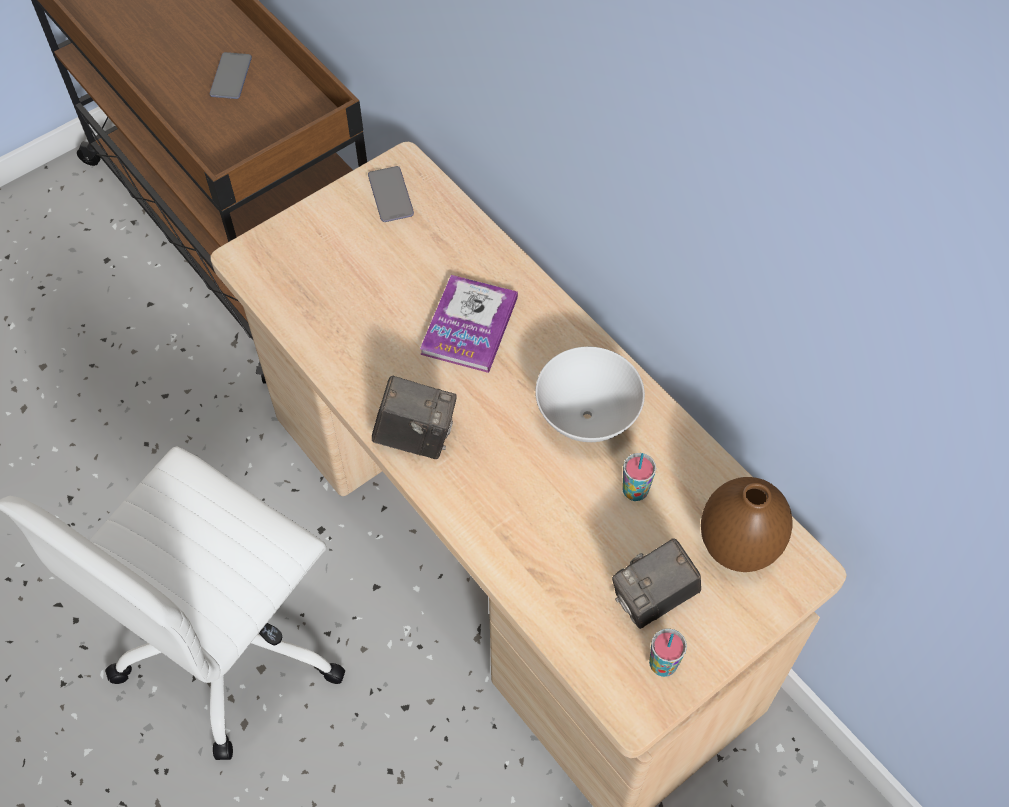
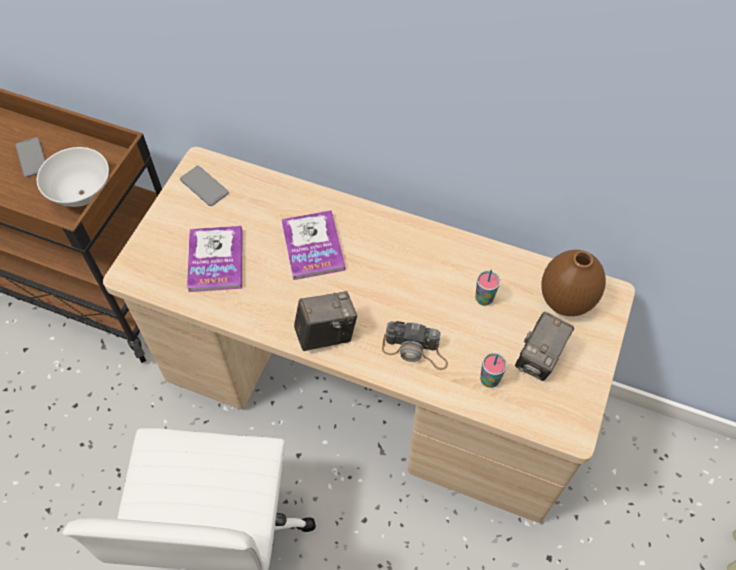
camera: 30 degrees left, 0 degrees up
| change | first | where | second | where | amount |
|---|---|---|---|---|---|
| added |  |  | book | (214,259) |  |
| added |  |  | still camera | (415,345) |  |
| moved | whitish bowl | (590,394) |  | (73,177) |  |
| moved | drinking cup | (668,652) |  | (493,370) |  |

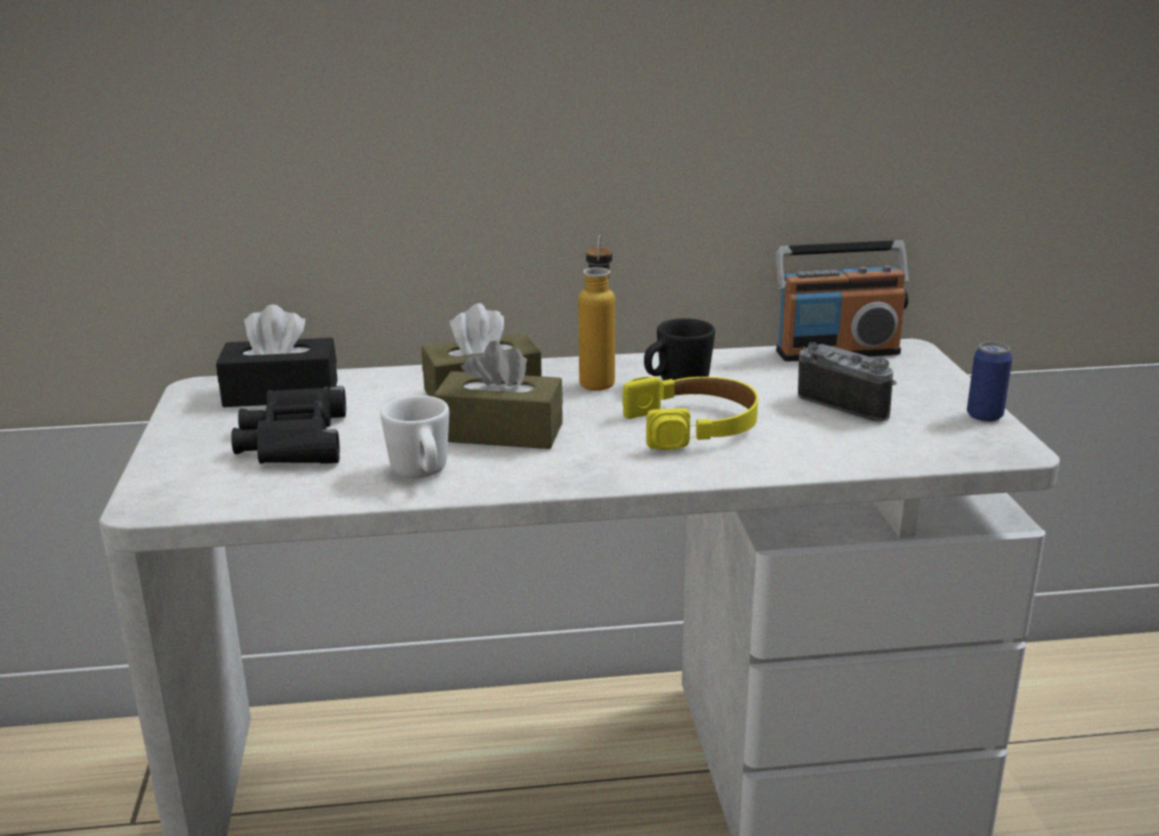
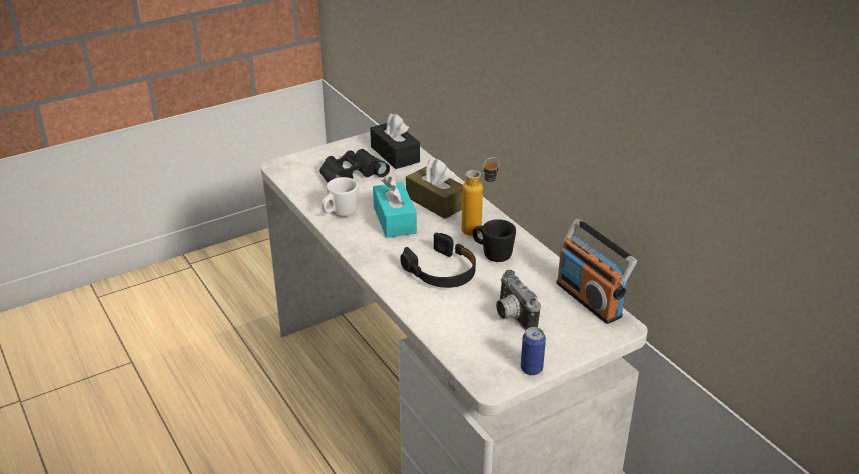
camera: 65 degrees right, 10 degrees up
| change | first | where | second | where | amount |
|---|---|---|---|---|---|
| recoloured | brown-coloured tissue box | (498,394) | turquoise tissue box | (395,207) |  |
| recoloured | yellowish headset | (690,413) | black headset | (438,260) |  |
| turned | still camera | (847,382) |  | (518,300) | 135 degrees clockwise |

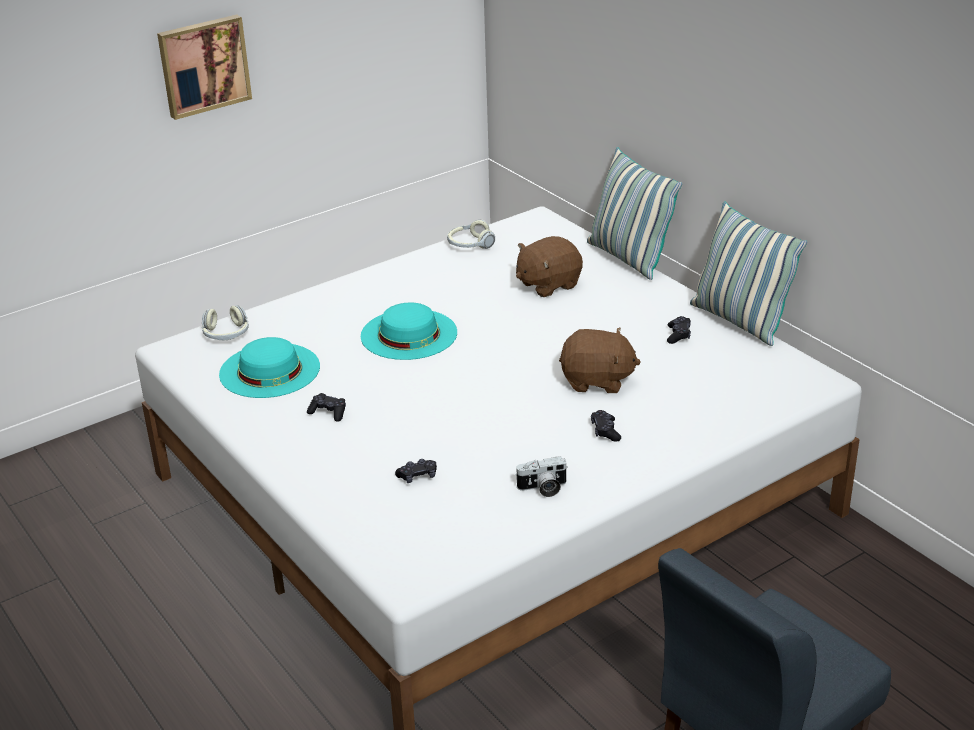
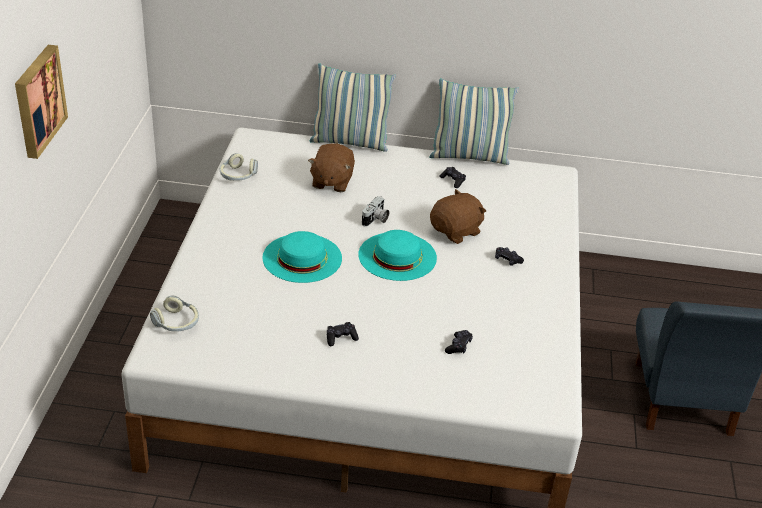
camera: 50 degrees left, 5 degrees up
| change | first | where | second | where | amount |
|---|---|---|---|---|---|
| moved | turquoise wearable hat | (269,367) |  | (397,255) |  |
| moved | still camera | (541,477) |  | (375,211) |  |

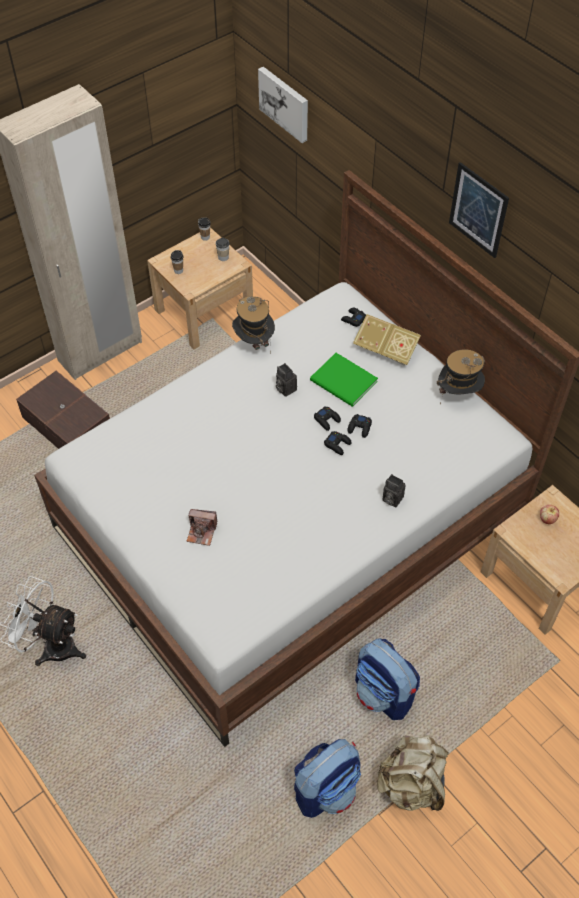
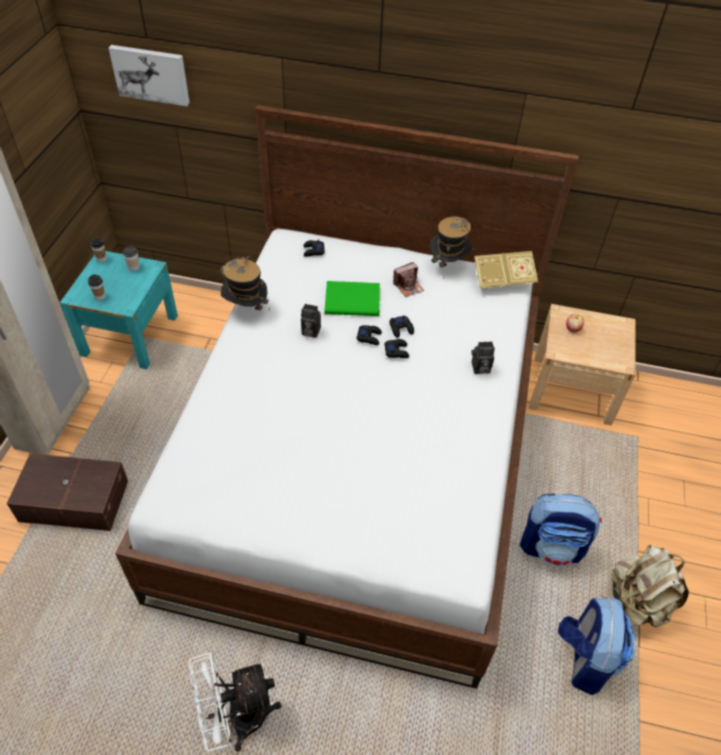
camera: 40 degrees left, 5 degrees down
| change | first | where | second | where | amount |
|---|---|---|---|---|---|
| removed | picture | (479,210) |  |  |  |
| moved | still camera | (202,527) |  | (408,279) |  |
| moved | book | (387,340) |  | (506,271) |  |
| recoloured | beige-coloured bedside table | (200,288) | turquoise bedside table | (119,310) |  |

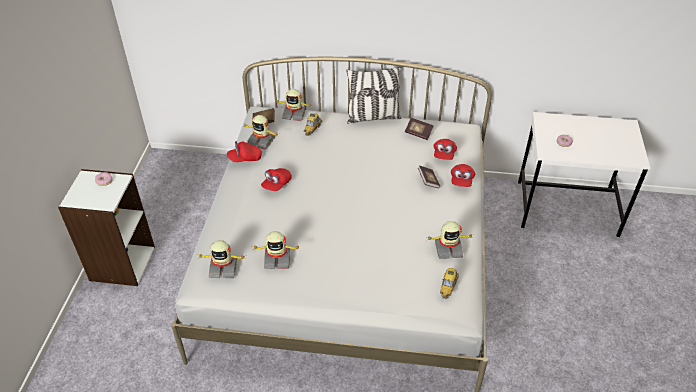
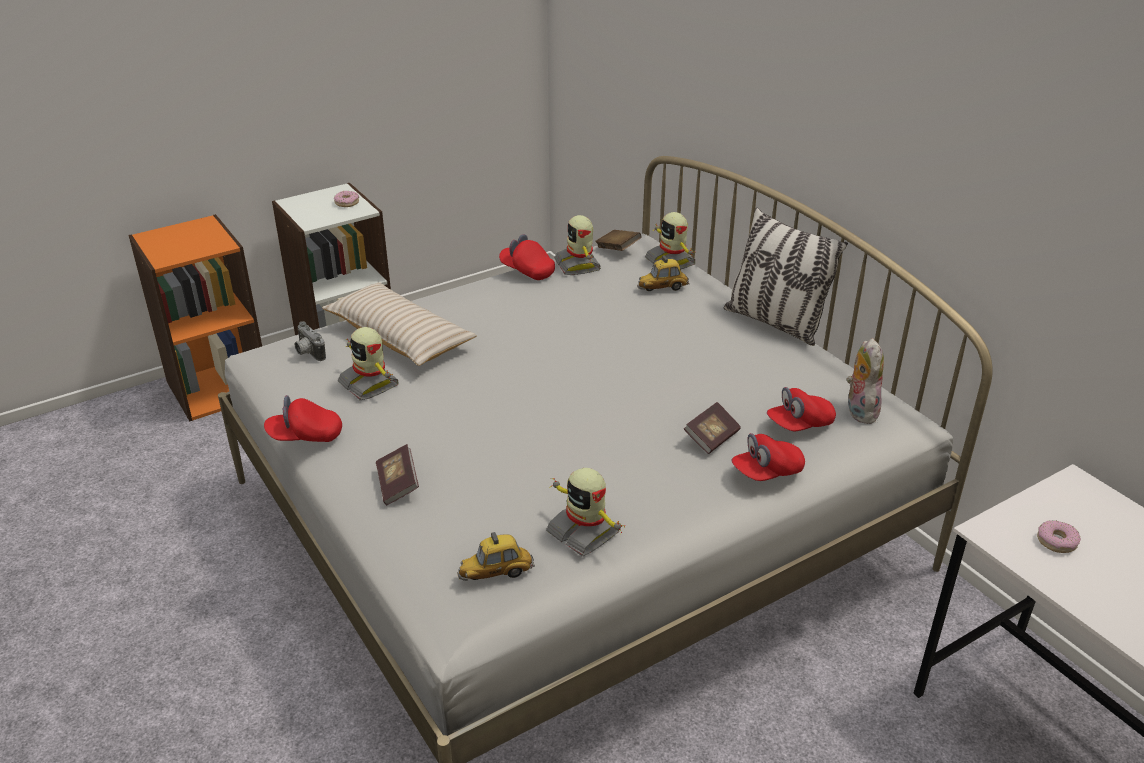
camera: 50 degrees right, 10 degrees down
| change | first | where | second | where | amount |
|---|---|---|---|---|---|
| added |  |  | orangey shelving unit | (195,317) |  |
| added |  |  | beige-coloured pillow | (399,324) |  |
| added |  |  | cuddly toy | (865,381) |  |
| moved | red-coloured cap | (276,179) |  | (303,418) |  |
| moved | book | (419,129) |  | (397,474) |  |
| replaced | robot figure | (221,259) | still camera | (310,341) |  |

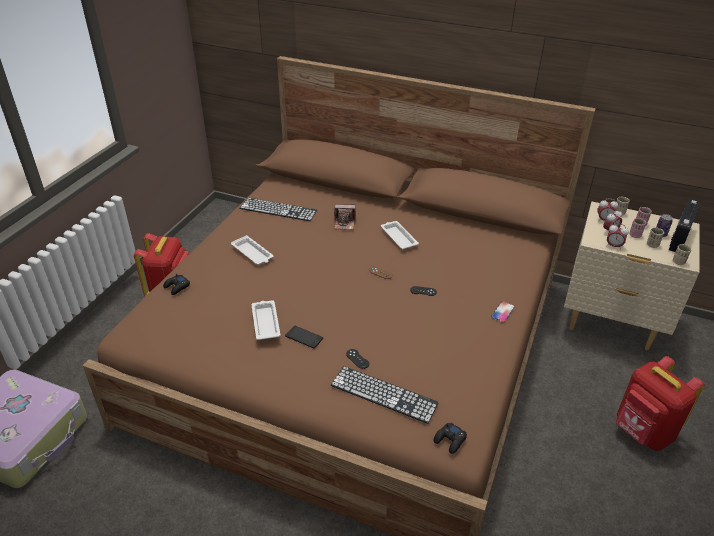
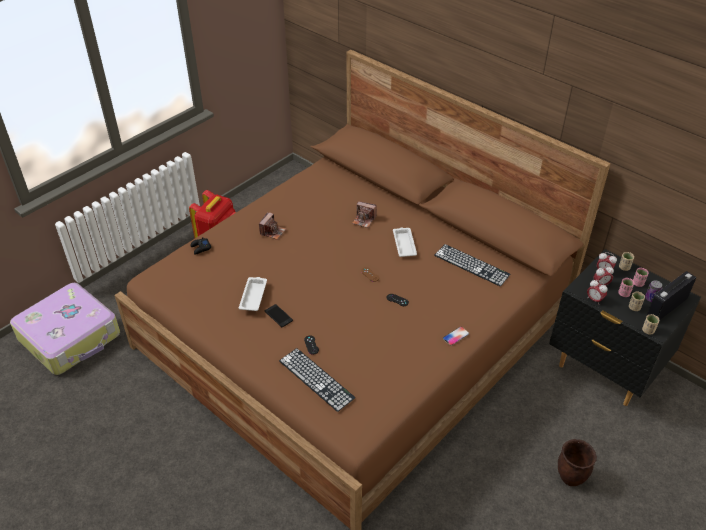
camera: 20 degrees right, 5 degrees up
| change | first | where | second | where | amount |
|---|---|---|---|---|---|
| removed | black joypad | (450,438) |  |  |  |
| moved | PC keyboard | (278,209) |  | (472,265) |  |
| replaced | whitish tray | (252,250) | still camera | (272,226) |  |
| replaced | red-coloured knapsack | (660,403) | brown-coloured plant pot | (577,462) |  |
| recoloured | beige-coloured bedside table | (632,275) | black bedside table | (625,327) |  |

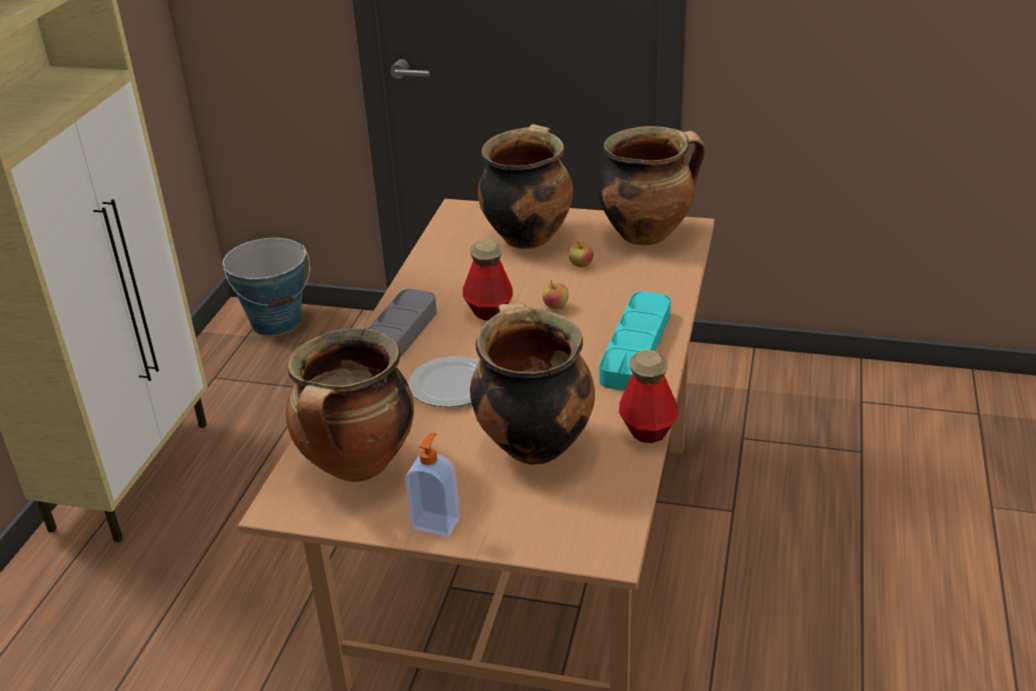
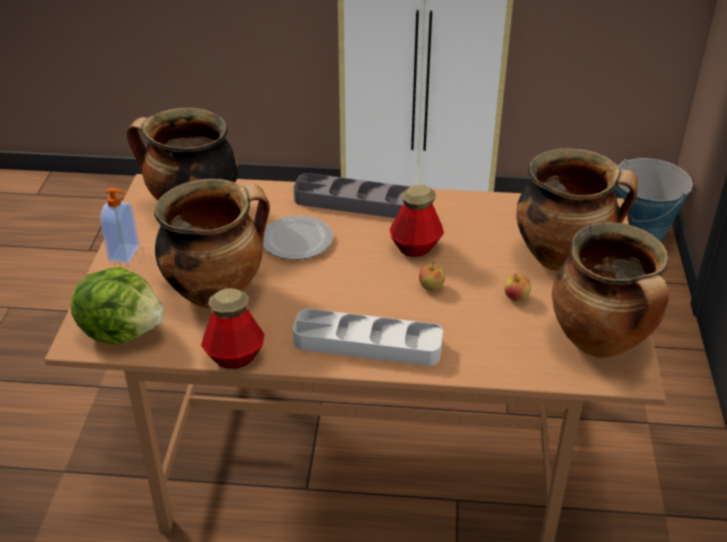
camera: 80 degrees right, 5 degrees up
| change | first | where | second | where | amount |
|---|---|---|---|---|---|
| added |  |  | lettuce | (117,305) |  |
| recoloured | turquoise tray | (635,341) | greyish tray | (368,337) |  |

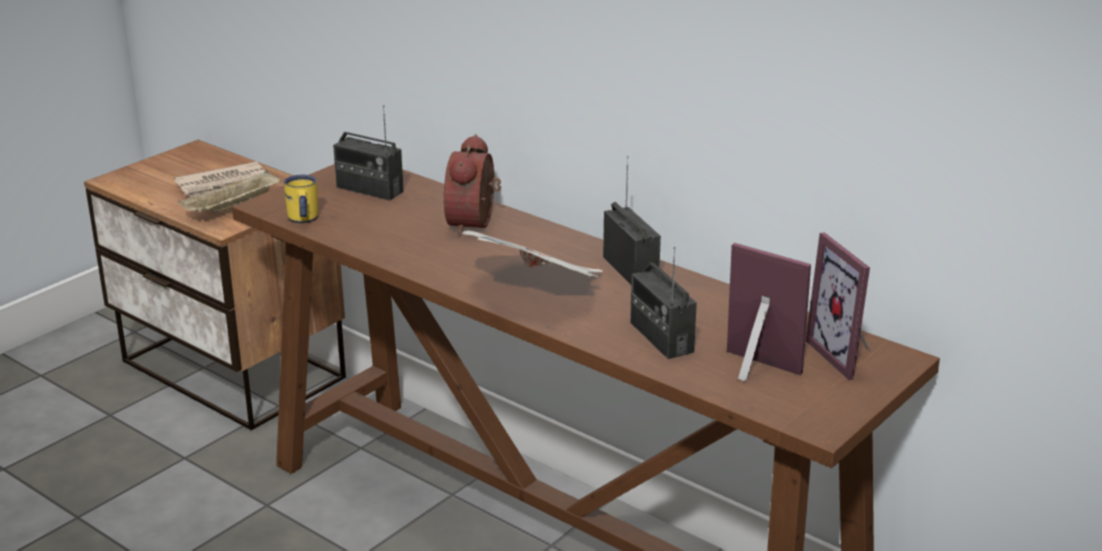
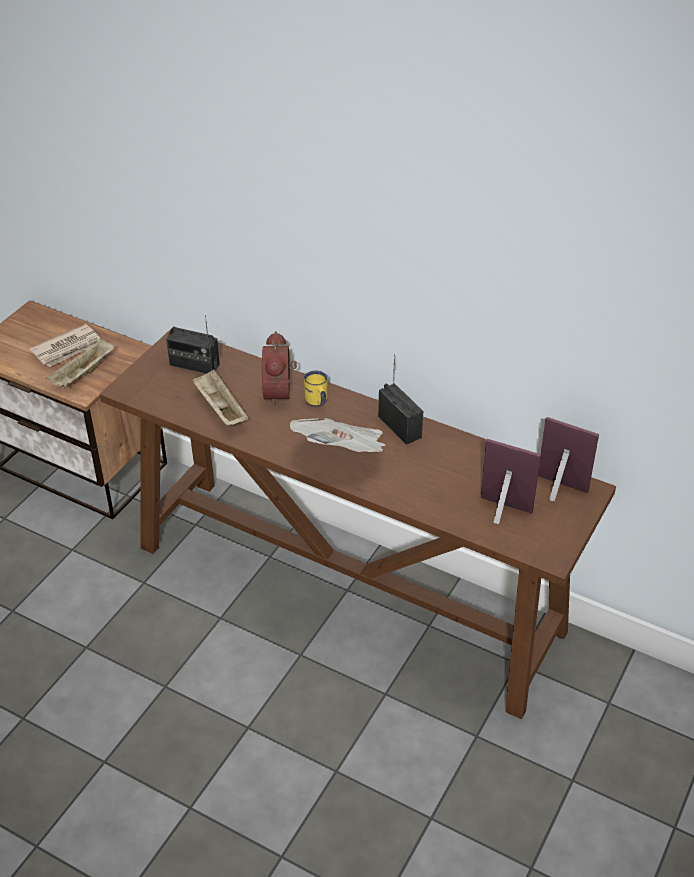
camera: 10 degrees left, 15 degrees up
| change | first | where | second | where | amount |
|---|---|---|---|---|---|
| removed | radio set | (663,303) |  |  |  |
| added |  |  | beige-coloured tray | (220,397) |  |
| moved | yellowish coffee mug | (301,199) |  | (316,389) |  |
| turned | photo frame | (838,306) |  | (568,459) | 150 degrees clockwise |

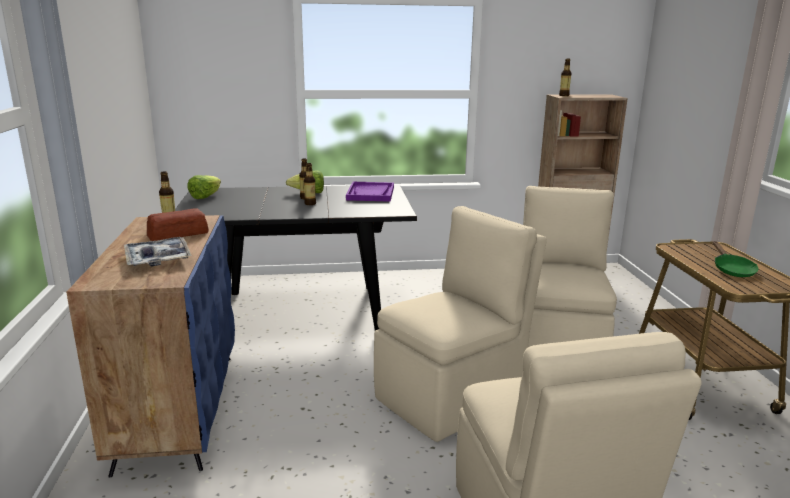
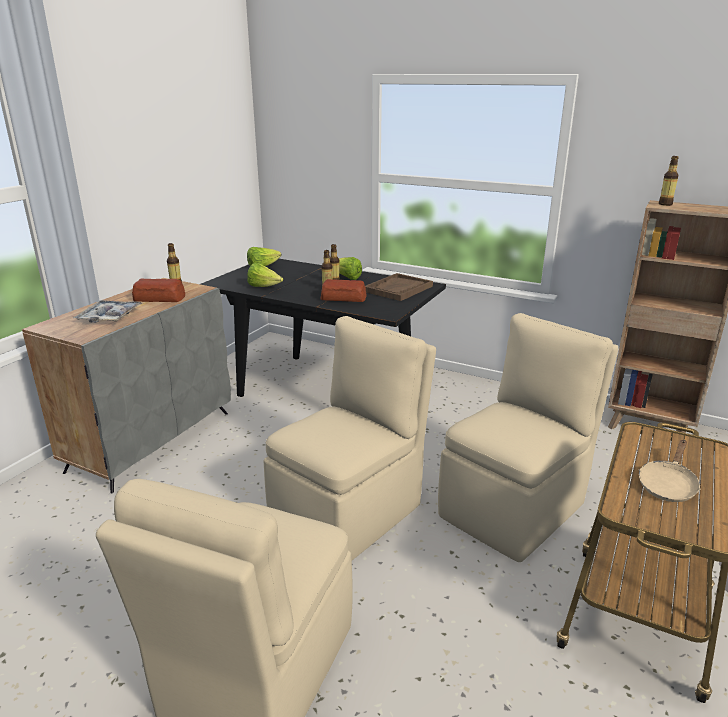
camera: 35 degrees right, 5 degrees up
| change | first | where | second | where | amount |
|---|---|---|---|---|---|
| added |  |  | lettuce | (265,275) |  |
| added |  |  | bakery bread | (344,290) |  |
| recoloured | blue cabinet | (150,346) | greyish cabinet | (126,385) |  |
| recoloured | purple tray | (370,192) | brown-coloured tray | (399,287) |  |
| recoloured | greenish pan | (736,259) | beige-coloured pan | (670,471) |  |
| turned | beige-coloured plain chair | (460,324) |  | (349,438) | 45 degrees counterclockwise |

